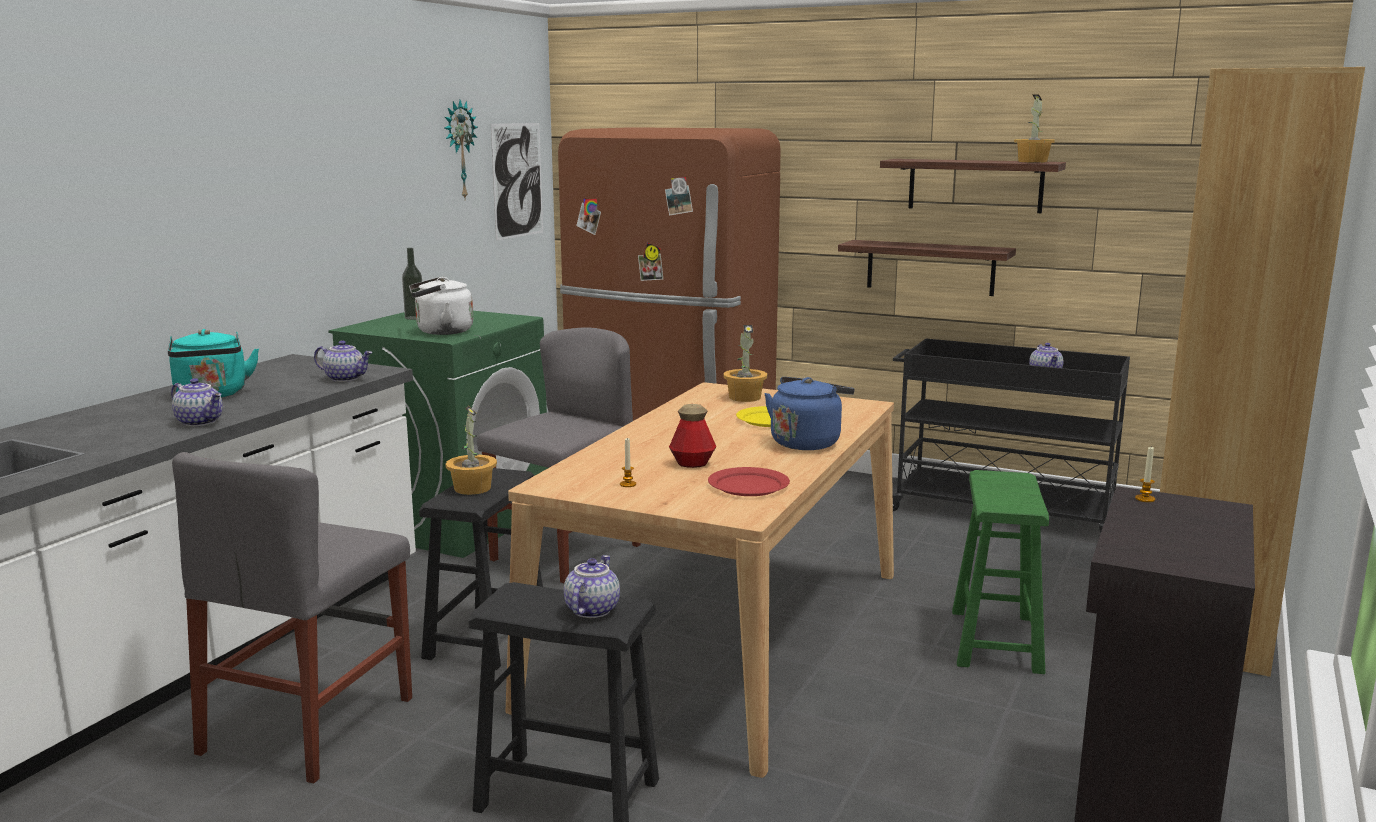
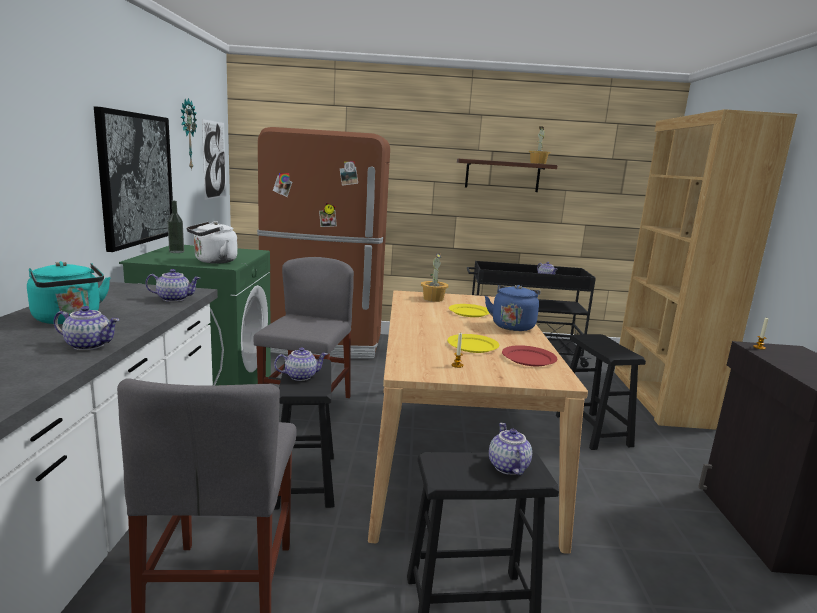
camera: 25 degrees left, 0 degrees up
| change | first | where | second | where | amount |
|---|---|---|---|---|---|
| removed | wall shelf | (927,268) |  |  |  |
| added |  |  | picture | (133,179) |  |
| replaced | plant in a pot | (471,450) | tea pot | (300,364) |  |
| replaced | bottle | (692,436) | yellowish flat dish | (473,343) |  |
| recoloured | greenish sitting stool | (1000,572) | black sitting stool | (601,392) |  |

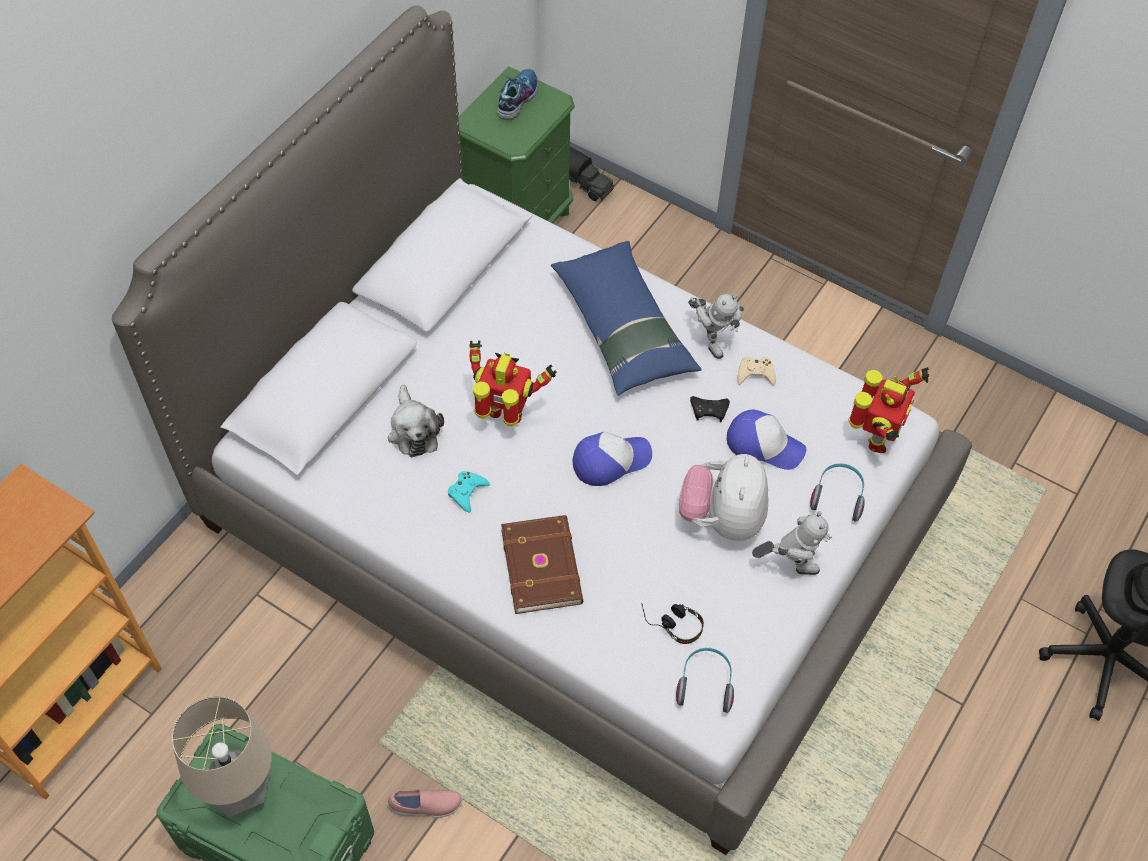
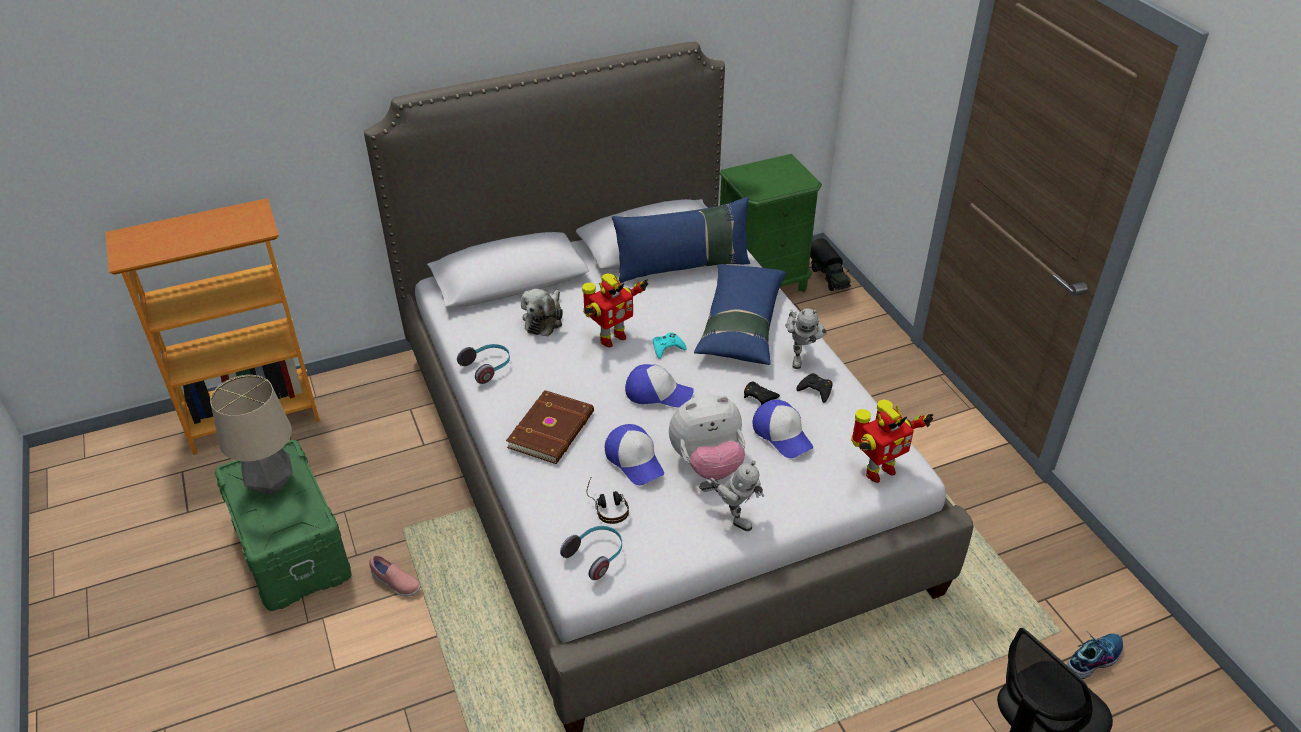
camera: 35 degrees right, 15 degrees down
| change | first | where | second | where | amount |
|---|---|---|---|---|---|
| added |  |  | cap | (634,454) |  |
| added |  |  | blue pillow | (681,240) |  |
| moved | turquoise joypad | (469,492) |  | (669,345) |  |
| moved | low shoe | (517,94) |  | (1095,656) |  |
| moved | headset | (837,492) |  | (483,364) |  |
| recoloured | beige-coloured joypad | (756,371) | black joypad | (814,388) |  |
| turned | robot figure | (512,383) |  | (615,310) | 90 degrees clockwise |
| turned | cuddly toy | (723,497) |  | (707,437) | 150 degrees counterclockwise |

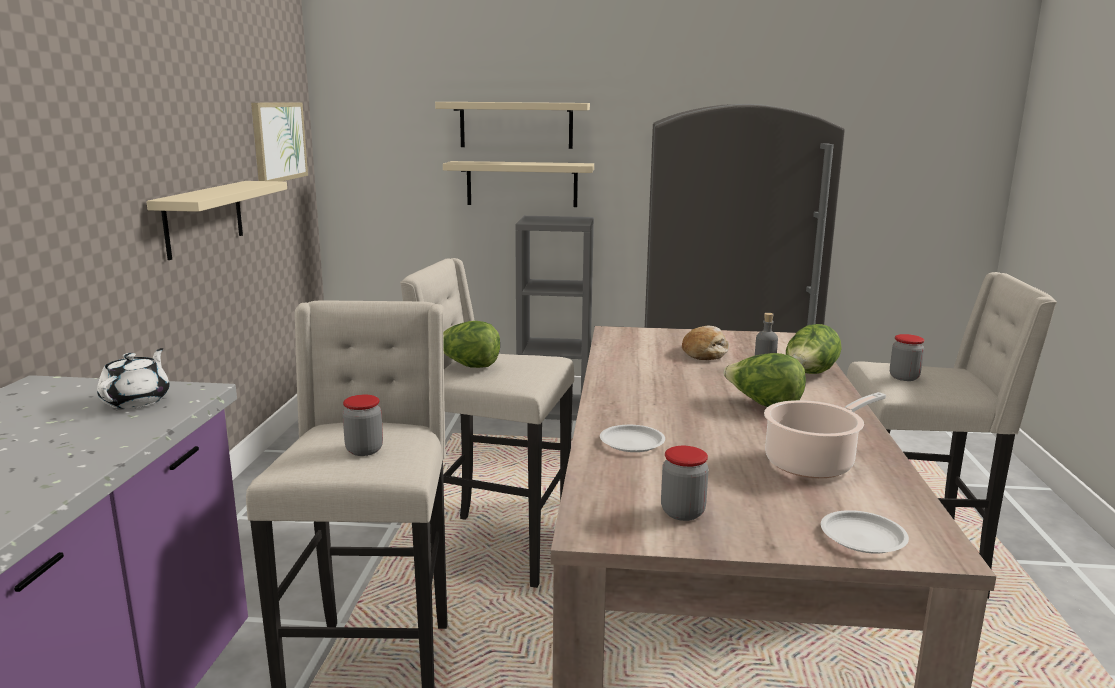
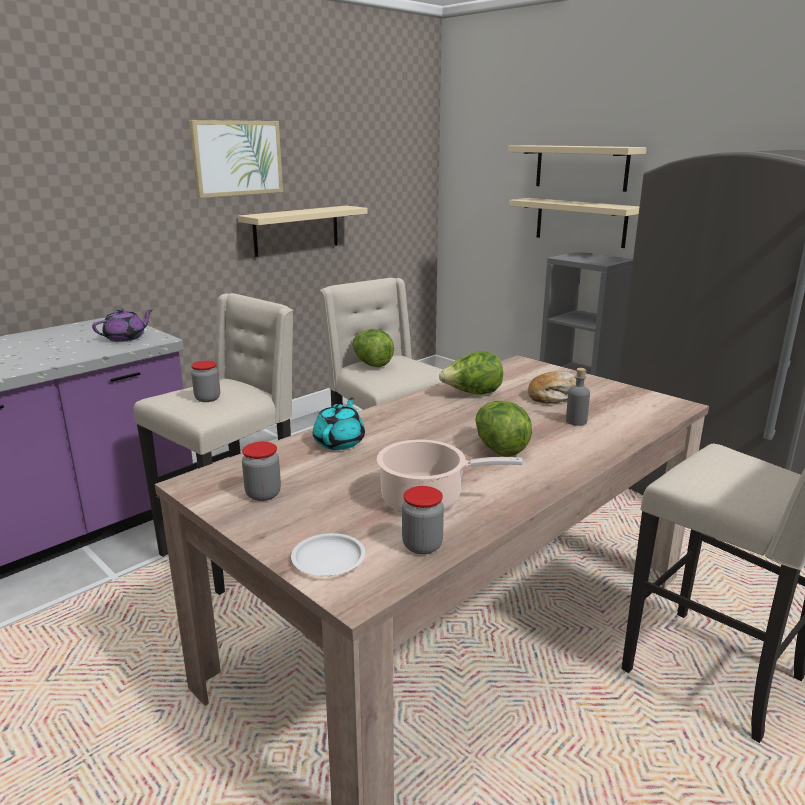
camera: 40 degrees right, 5 degrees up
| change | first | where | second | where | amount |
|---|---|---|---|---|---|
| moved | picture | (279,141) |  | (236,159) |  |
| moved | lettuce | (814,349) |  | (471,373) |  |
| moved | jar | (907,357) |  | (423,520) |  |
| replaced | whitish flat dish | (632,438) | turquoise tea pot | (339,423) |  |
| recoloured | whitish tea pot | (133,378) | purple tea pot | (122,325) |  |

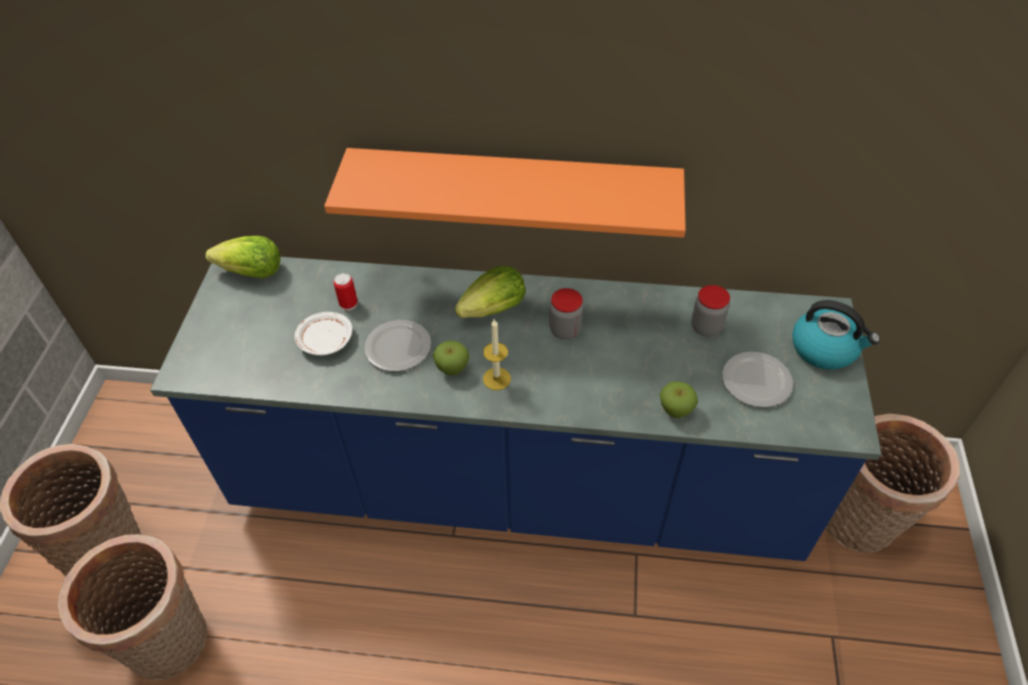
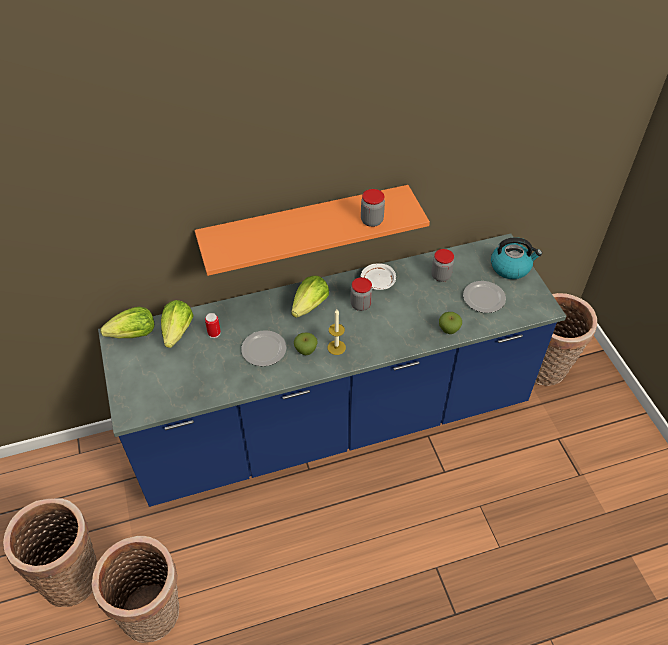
camera: 25 degrees left, 0 degrees up
| change | first | where | second | where | amount |
|---|---|---|---|---|---|
| added |  |  | lettuce | (177,324) |  |
| added |  |  | jar | (373,208) |  |
| moved | whitish flat dish | (324,334) |  | (378,276) |  |

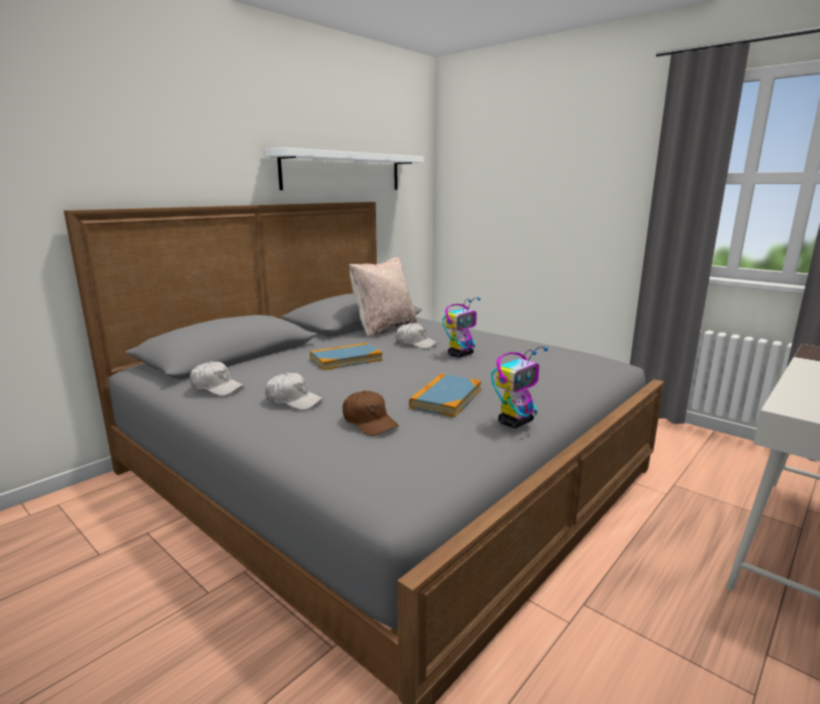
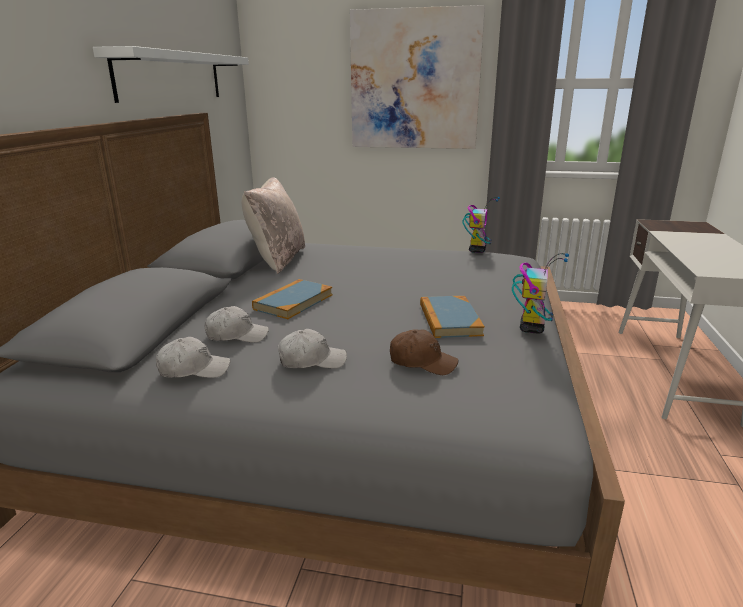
camera: 30 degrees left, 5 degrees up
| change | first | where | second | where | amount |
|---|---|---|---|---|---|
| added |  |  | picture | (417,77) |  |
| moved | whitish cap | (417,336) |  | (237,324) |  |
| moved | robot figure | (461,327) |  | (481,225) |  |

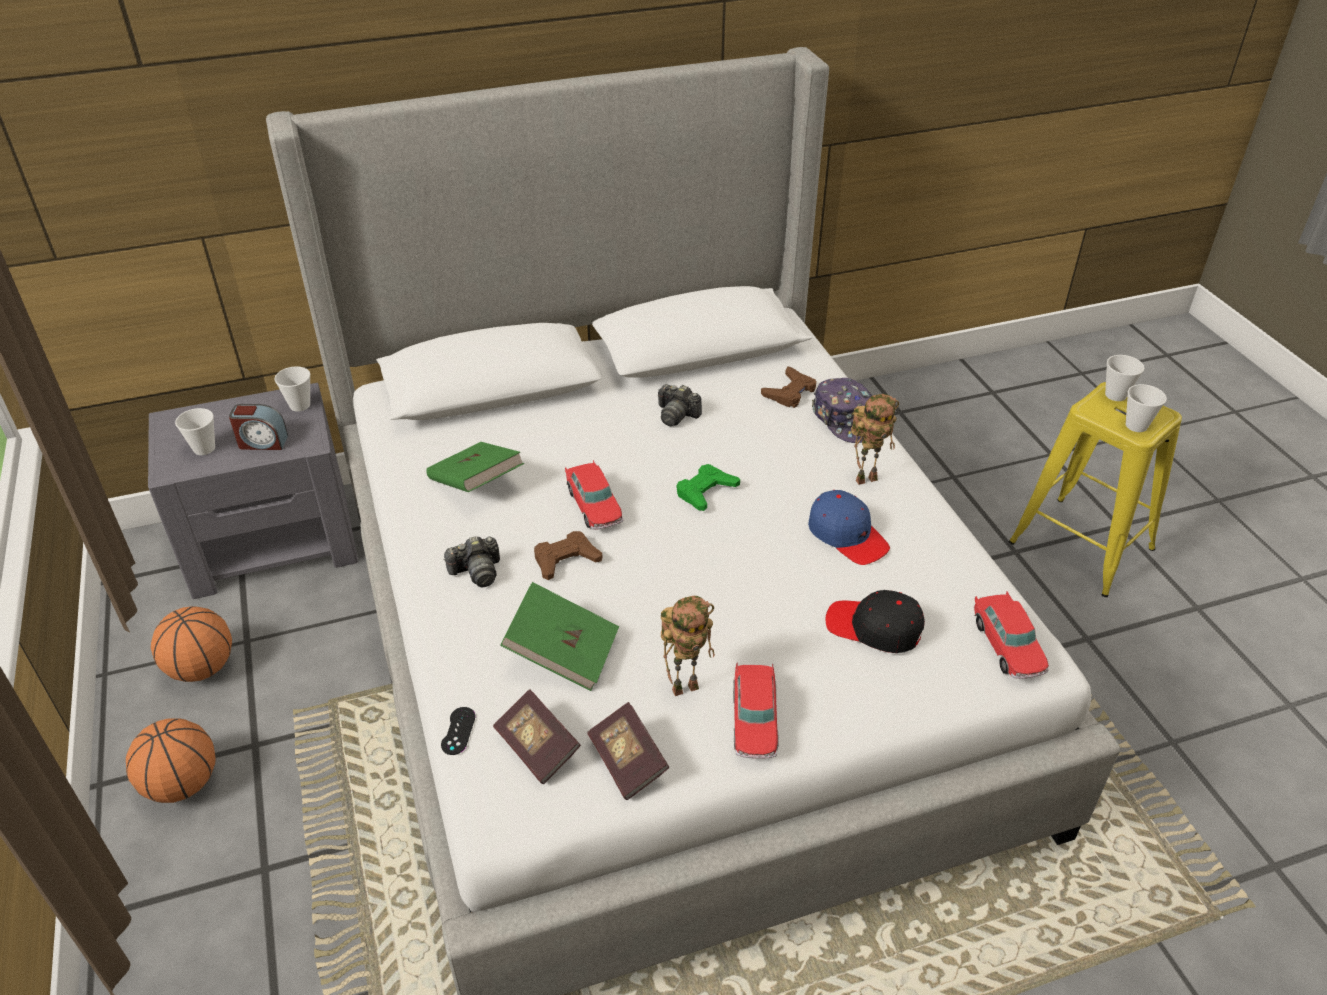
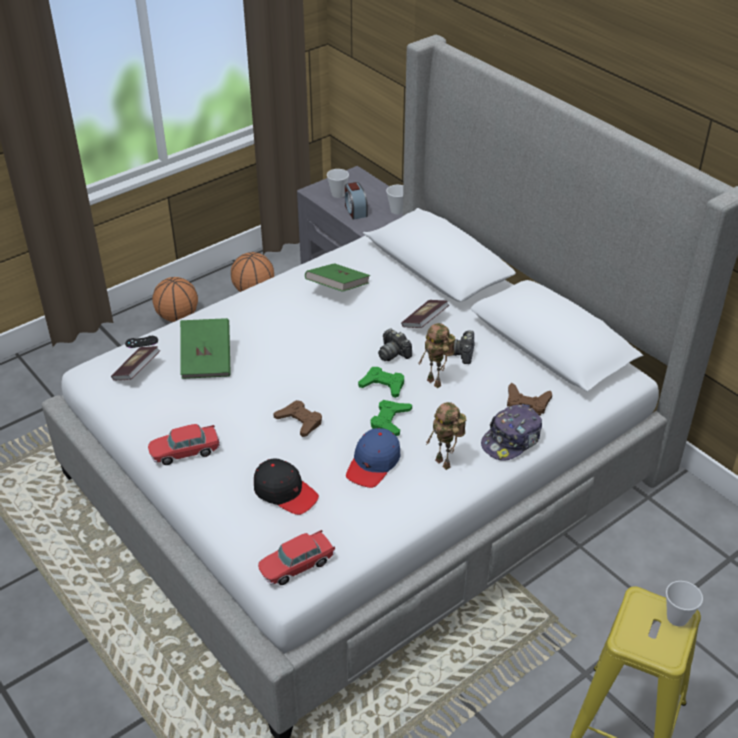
camera: 70 degrees right, 0 degrees up
| change | first | where | second | where | amount |
|---|---|---|---|---|---|
| removed | toy car | (594,494) |  |  |  |
| removed | drinking cup | (1146,408) |  |  |  |
| added |  |  | greenish joypad | (391,418) |  |
| moved | still camera | (471,561) |  | (395,344) |  |
| moved | brown-coloured joypad | (568,555) |  | (297,418) |  |
| moved | book | (628,751) |  | (425,314) |  |
| moved | robot figure | (688,646) |  | (436,355) |  |
| turned | black cap | (875,621) |  | (286,486) | 120 degrees clockwise |

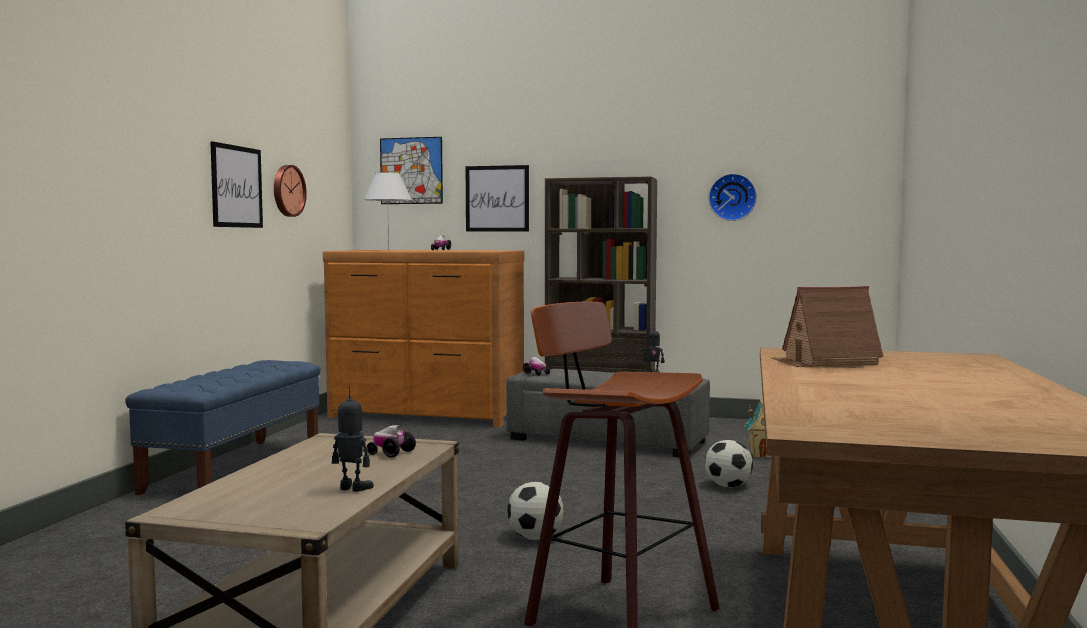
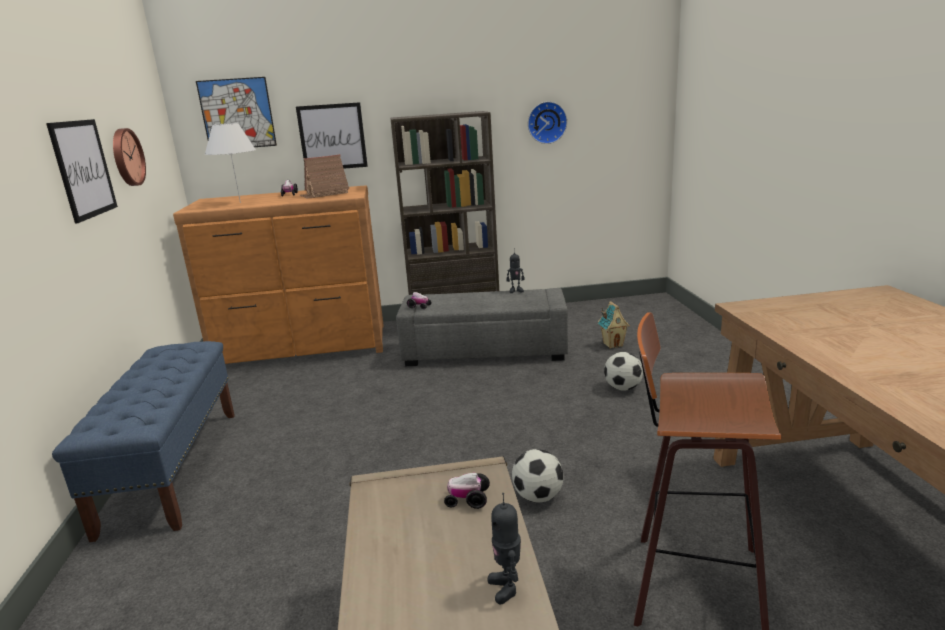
camera: 20 degrees left, 15 degrees up
| change | first | where | second | where | amount |
|---|---|---|---|---|---|
| moved | miniature house | (827,326) |  | (324,176) |  |
| turned | robot figure | (352,439) |  | (504,549) | 105 degrees counterclockwise |

